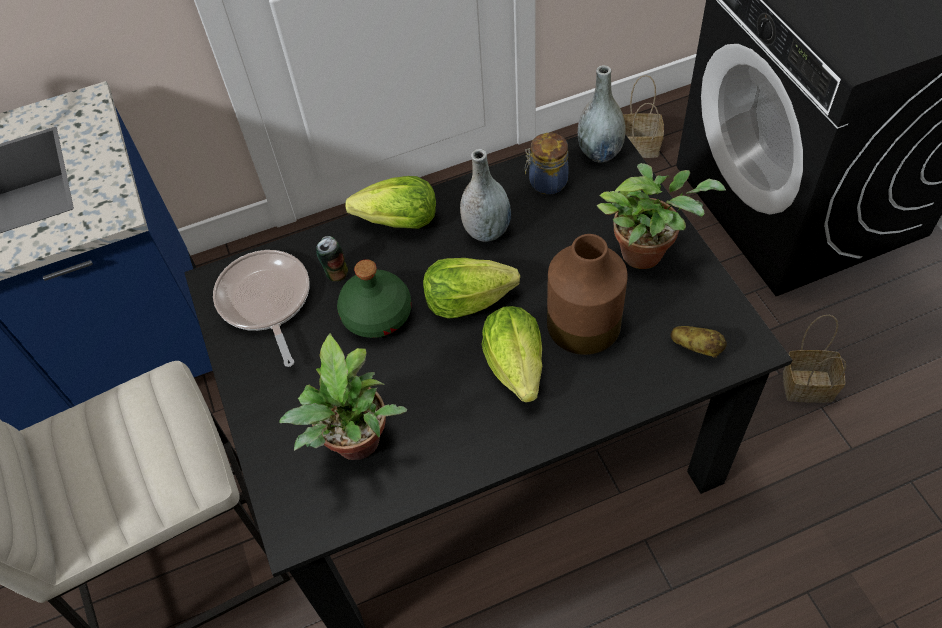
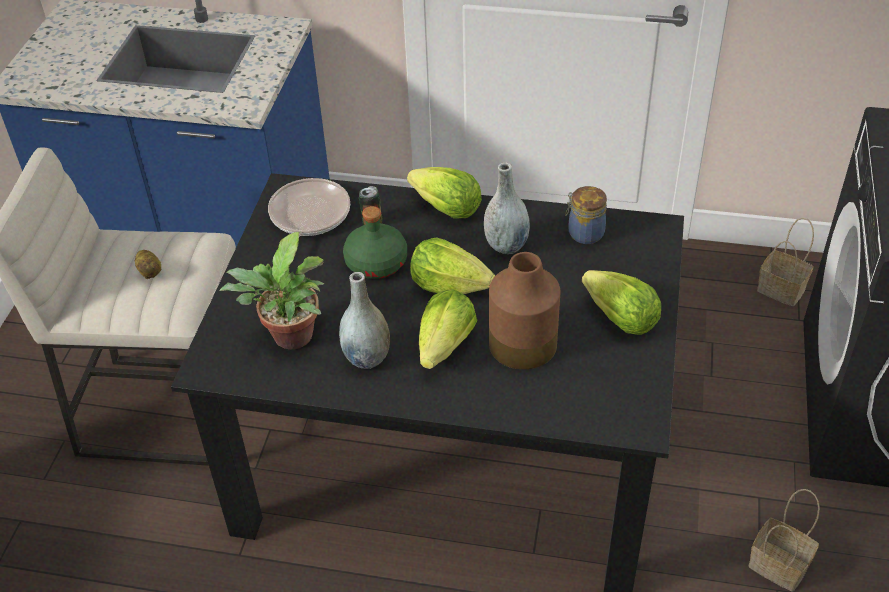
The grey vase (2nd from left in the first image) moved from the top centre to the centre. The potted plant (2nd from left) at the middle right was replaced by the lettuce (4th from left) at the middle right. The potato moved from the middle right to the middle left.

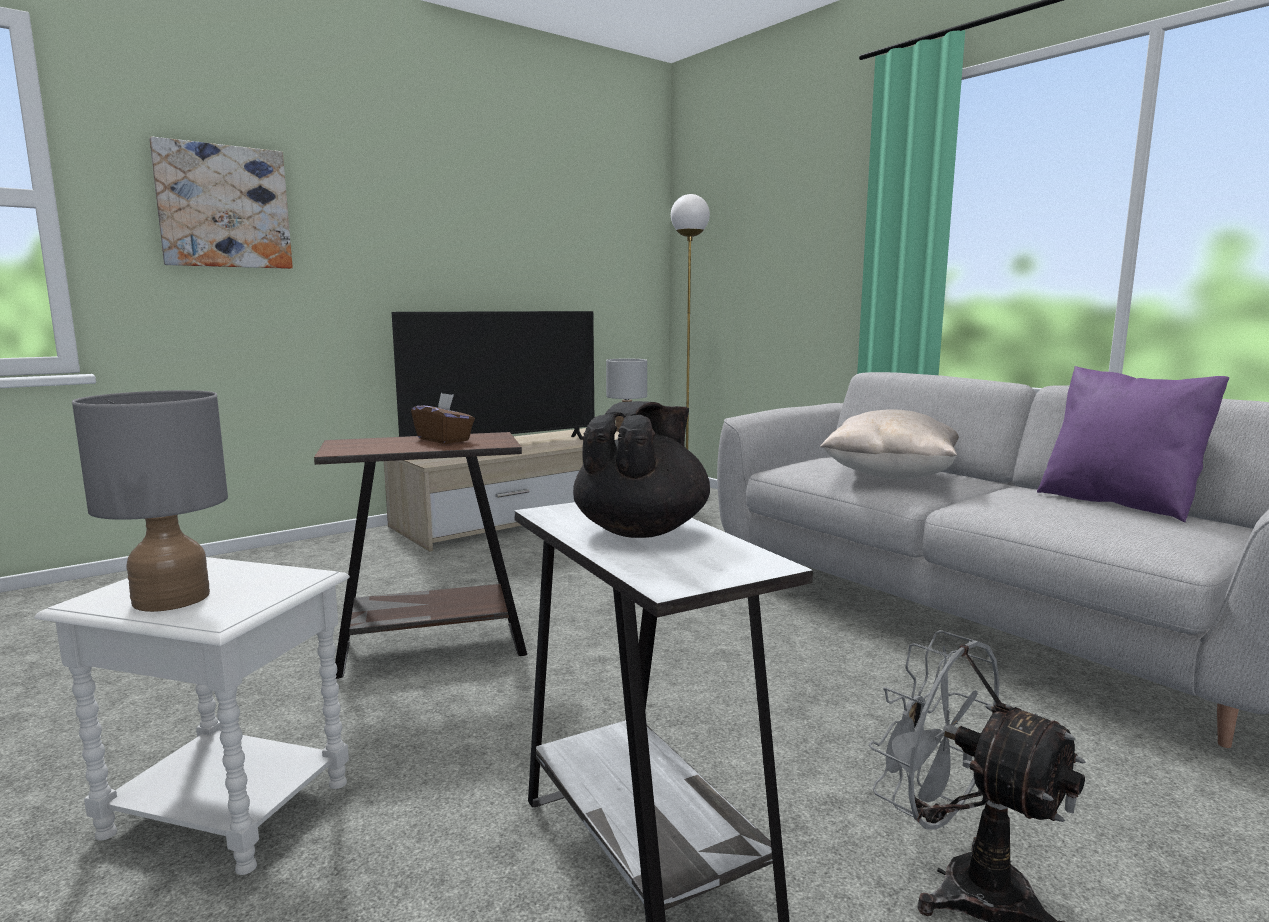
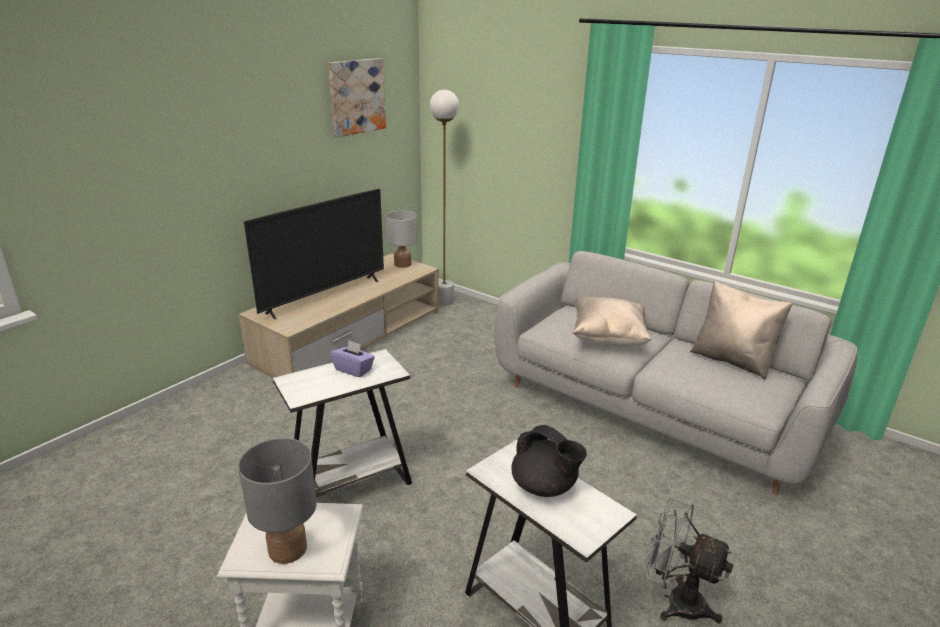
The picture moved from the top left to the top centre. The purple pillow at the middle right became the beige pillow (2nd from left) at the middle right. The brown tissue box at the centre became the purple tissue box at the centre. The black teapot at the centre turned 120 degrees clockwise. The brown side table at the middle left became the white side table (2nd from left) at the bottom centre.

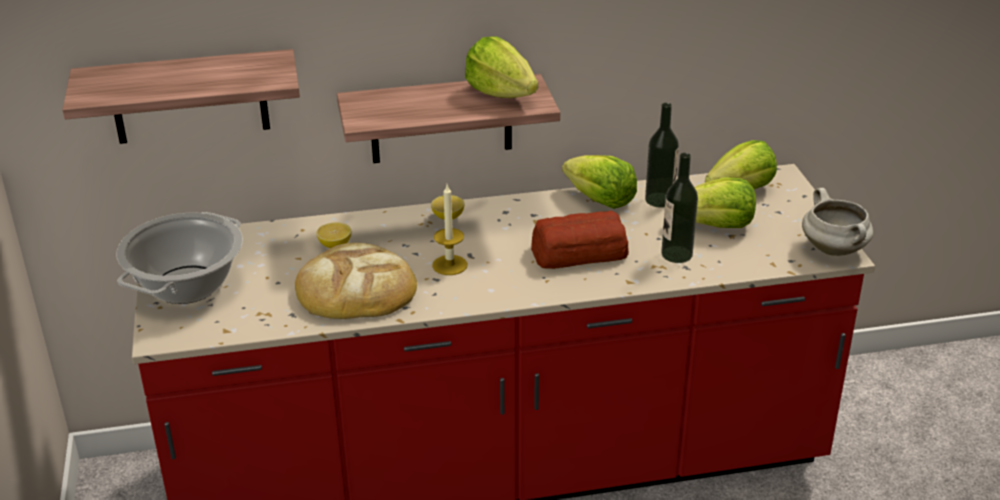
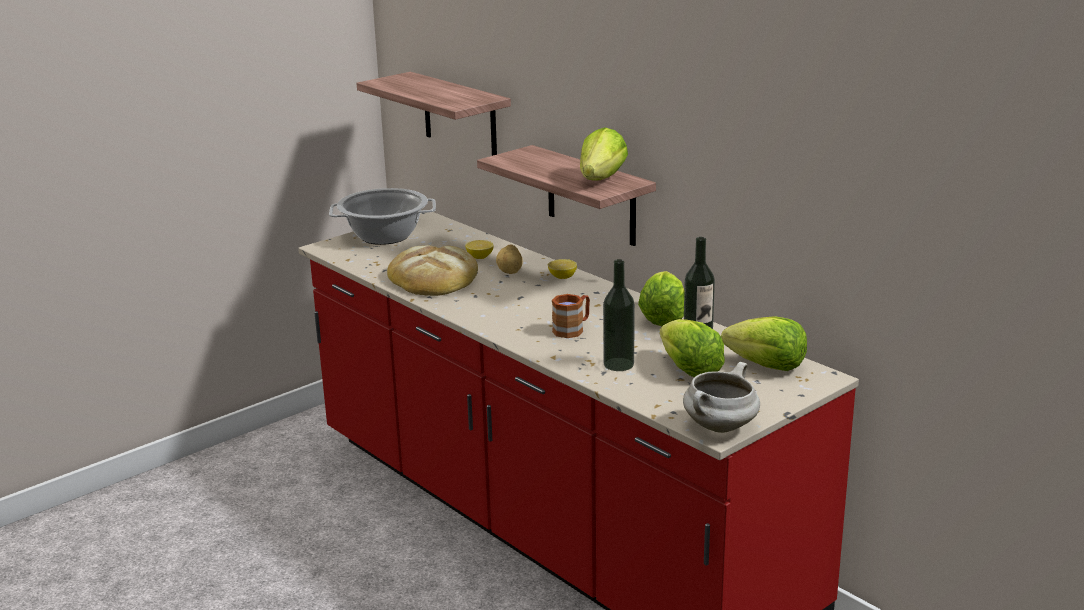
The candle at the centre disappeared. The bread (2nd from left) at the centre was replaced by the brown mug at the centre. The potato at the centre appeared.

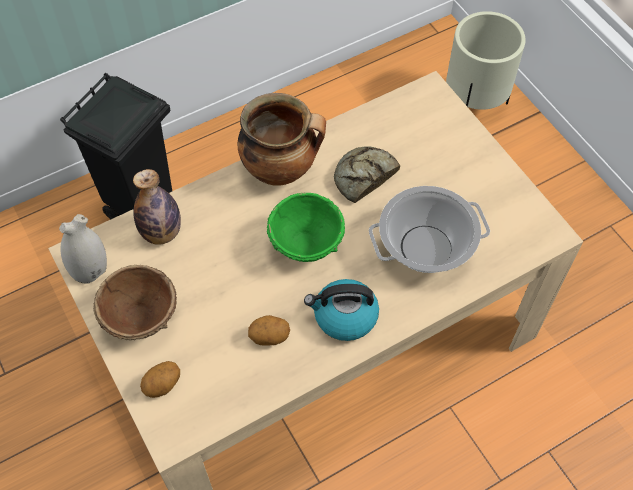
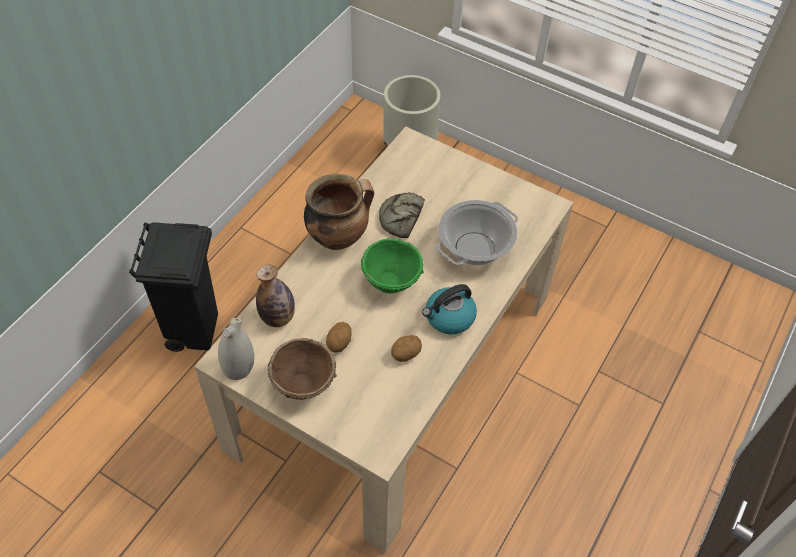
The potato (1st from left) moved from the bottom left to the centre.

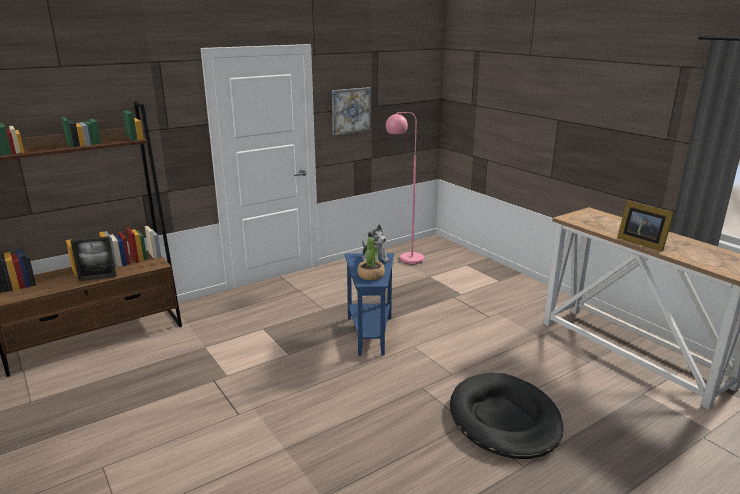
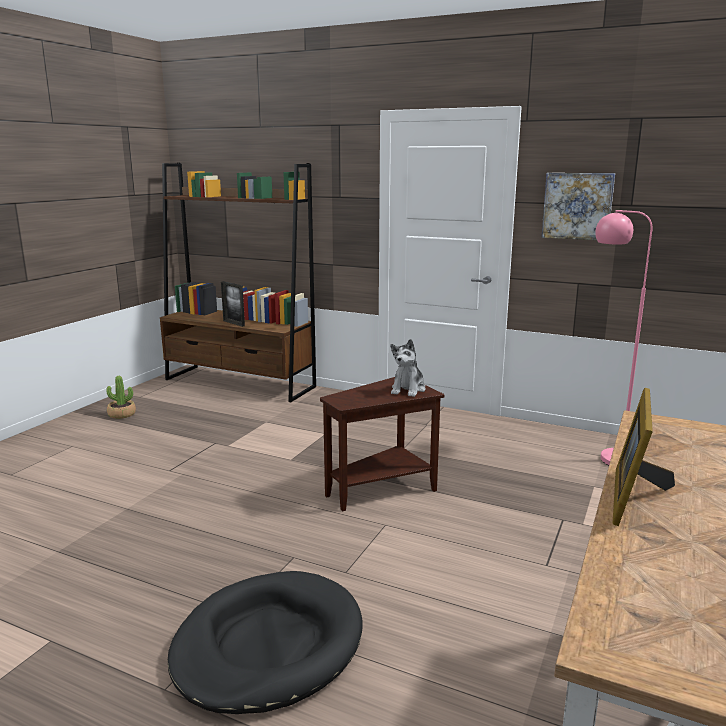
The potted plant moved from the centre to the middle left. The blue side table at the centre became the brown side table at the centre.

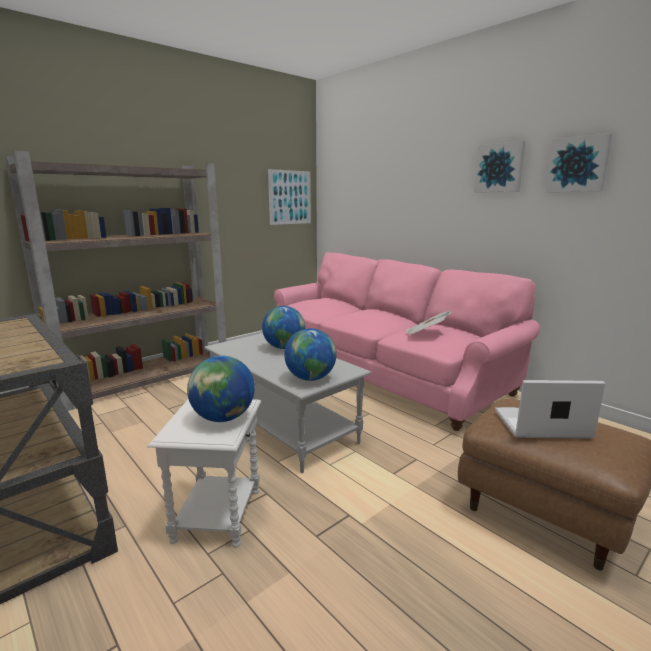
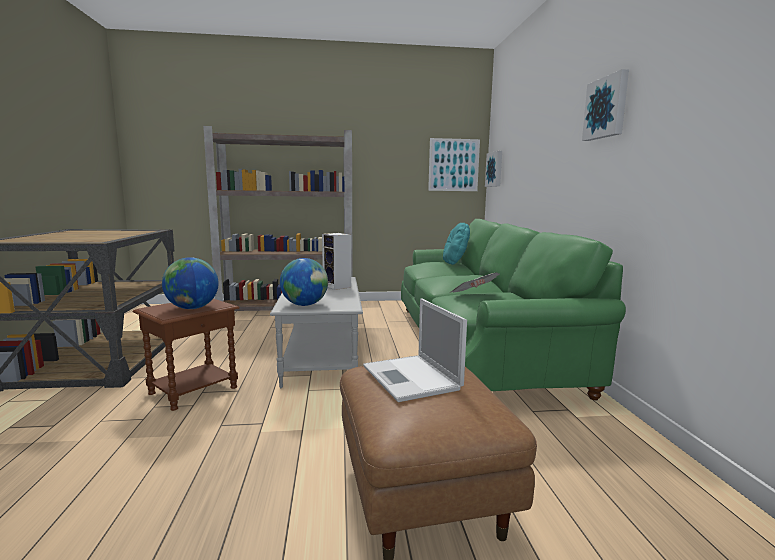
The picture (3rd from left in the first image) moved from the top right to the top centre. The pink sofa at the centre became the green sofa at the centre. The globe (2nd from left) at the centre was replaced by the speaker at the centre. The laptop at the middle right turned 150 degrees counterclockwise. The white side table at the bottom left became the brown side table at the middle left. The turquoise pillow at the centre appeared.

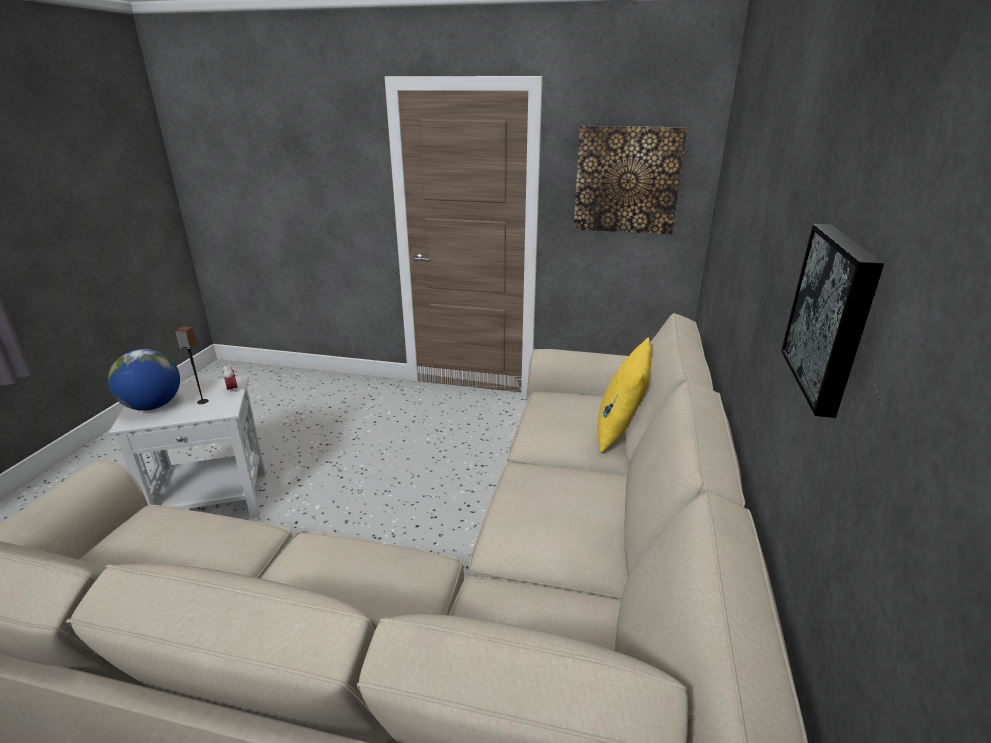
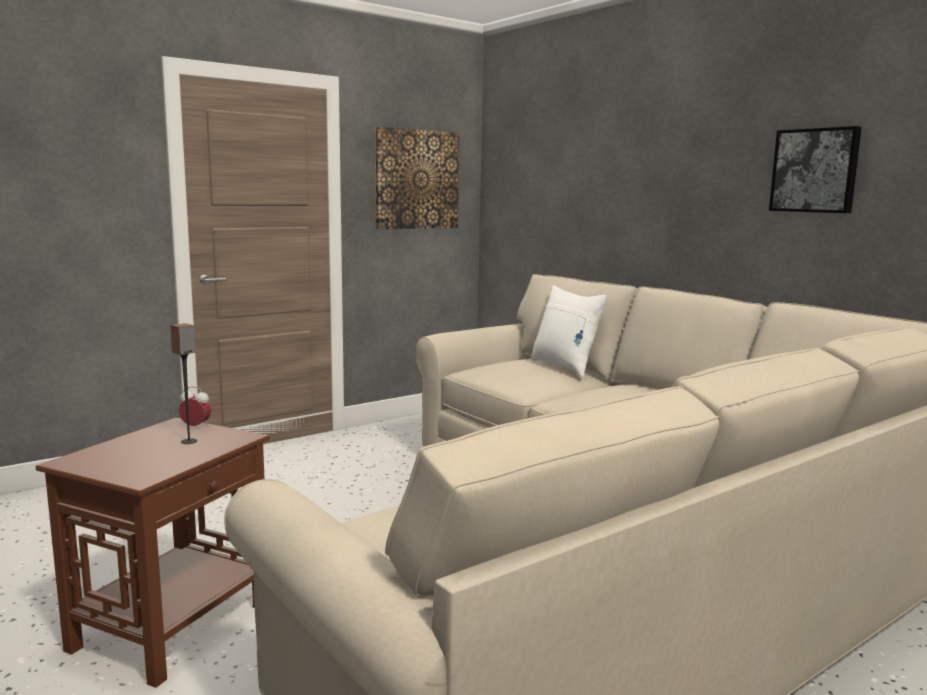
The yellow pillow at the centre became the white pillow at the centre. The globe at the middle left disappeared. The white side table at the middle left became the brown side table at the bottom left.

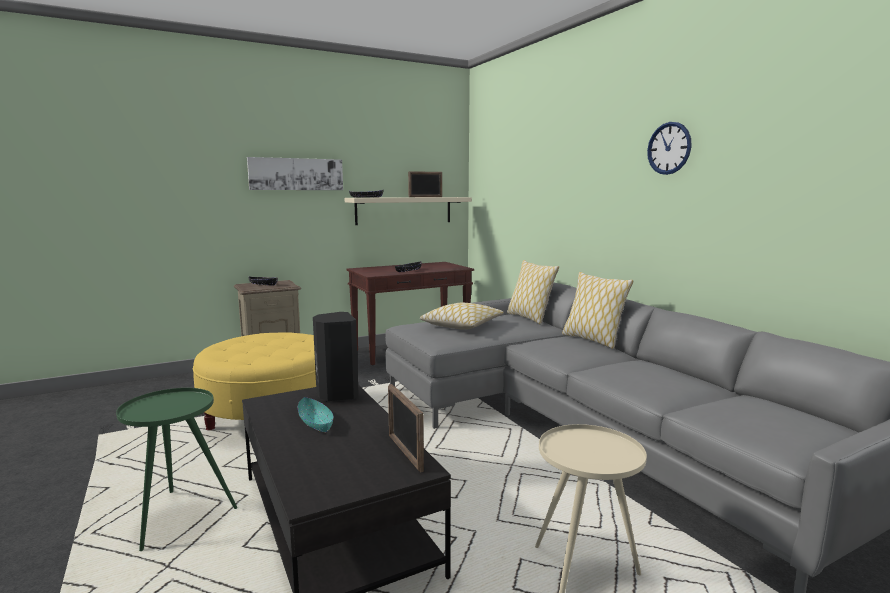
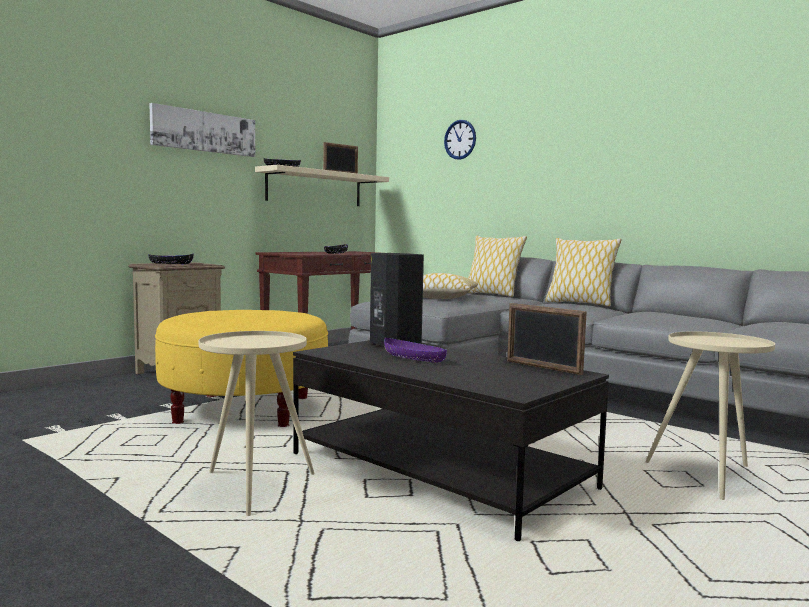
The wall clock moved from the top right to the top centre. The green side table at the bottom left became the beige side table (1st from left) at the bottom left. The turquoise bowl at the bottom centre became the purple bowl at the centre.

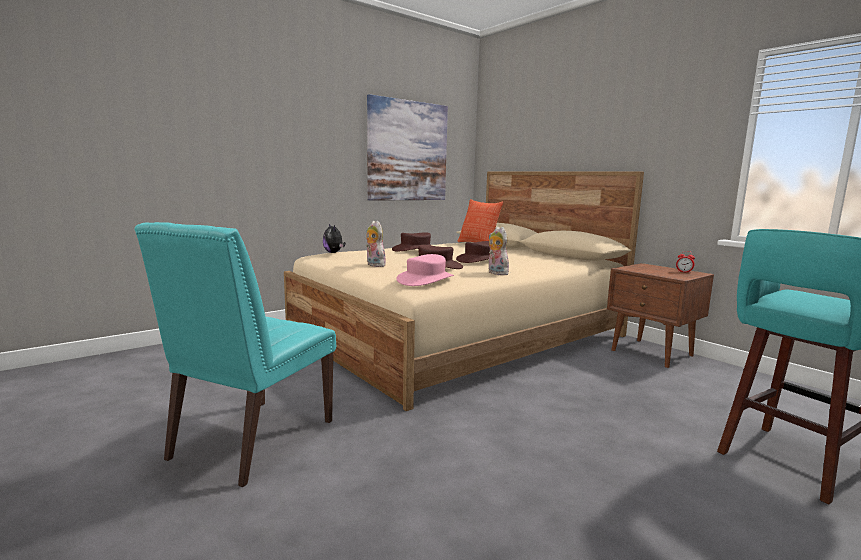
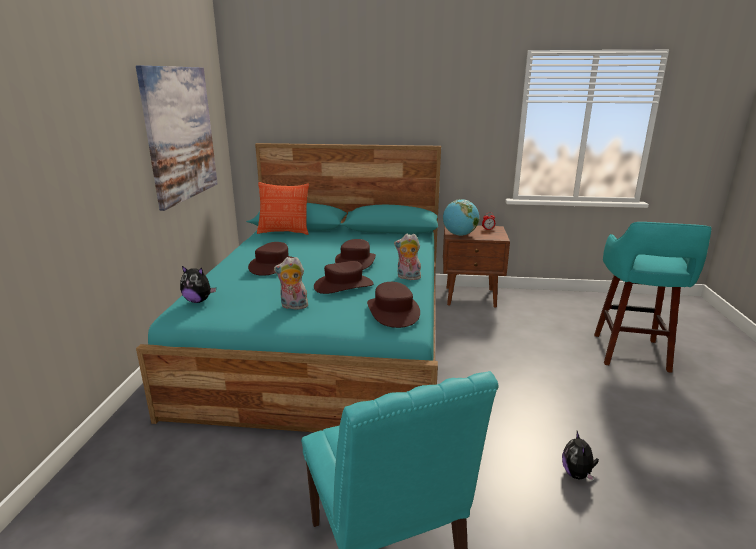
The beige bed at the centre became the turquoise bed at the centre. The pink hat at the centre became the brown hat (4th from left) at the centre. The globe at the centre appeared. The plush toy (4th from left) at the bottom right appeared.

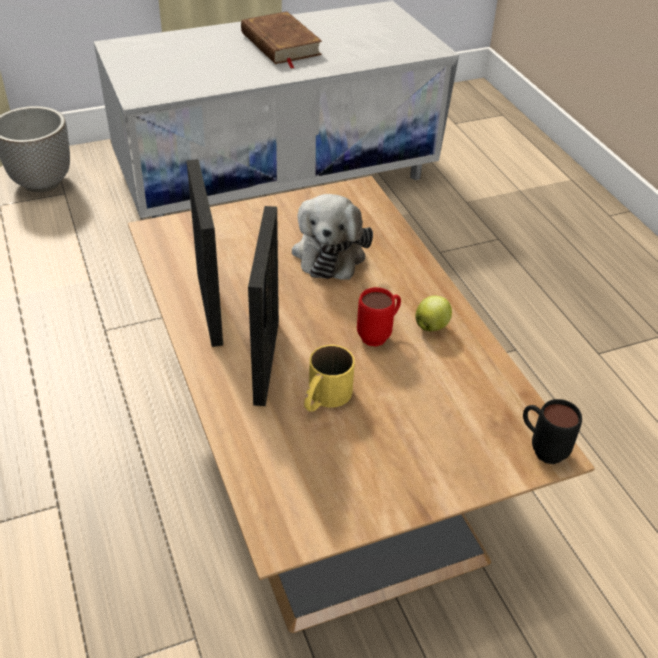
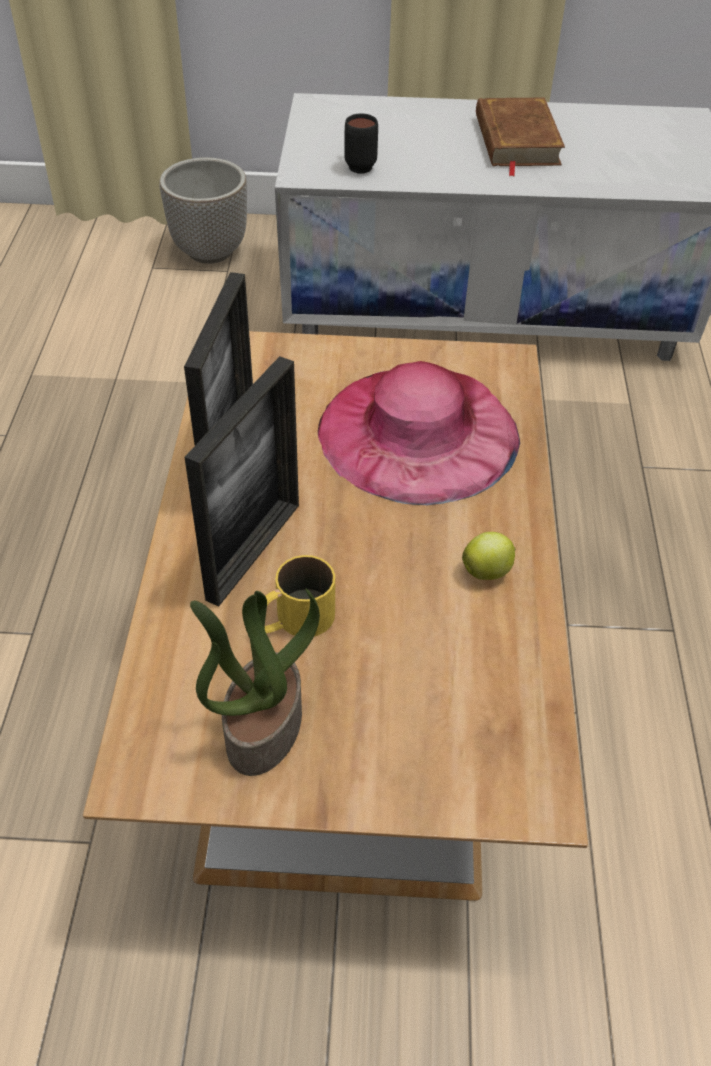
The plush toy at the centre was replaced by the pink hat at the centre. The red mug at the centre disappeared. The black mug moved from the middle right to the top centre. The potted plant at the centre appeared.

